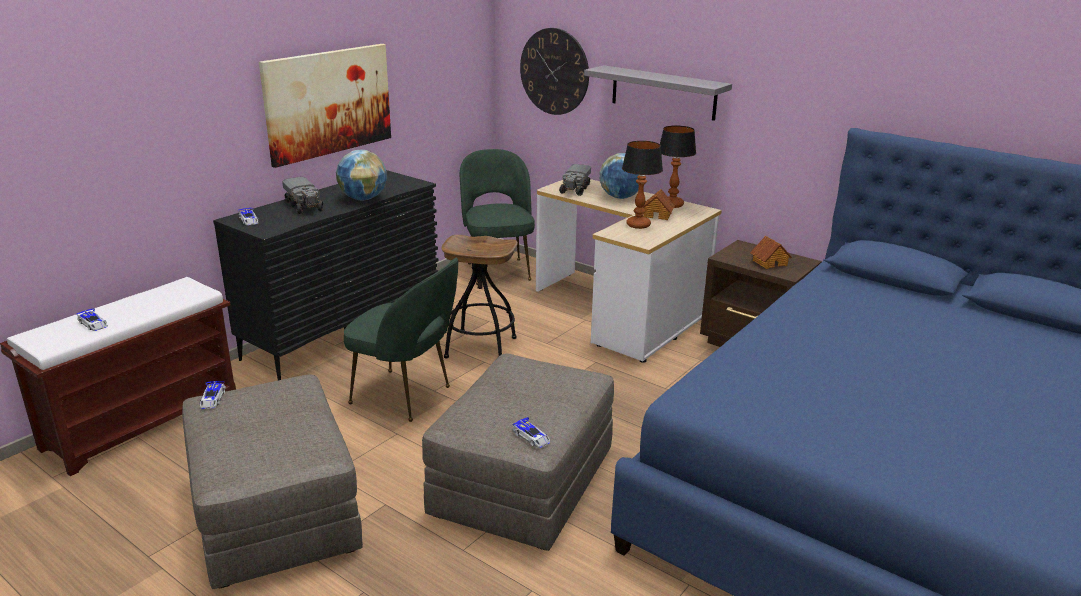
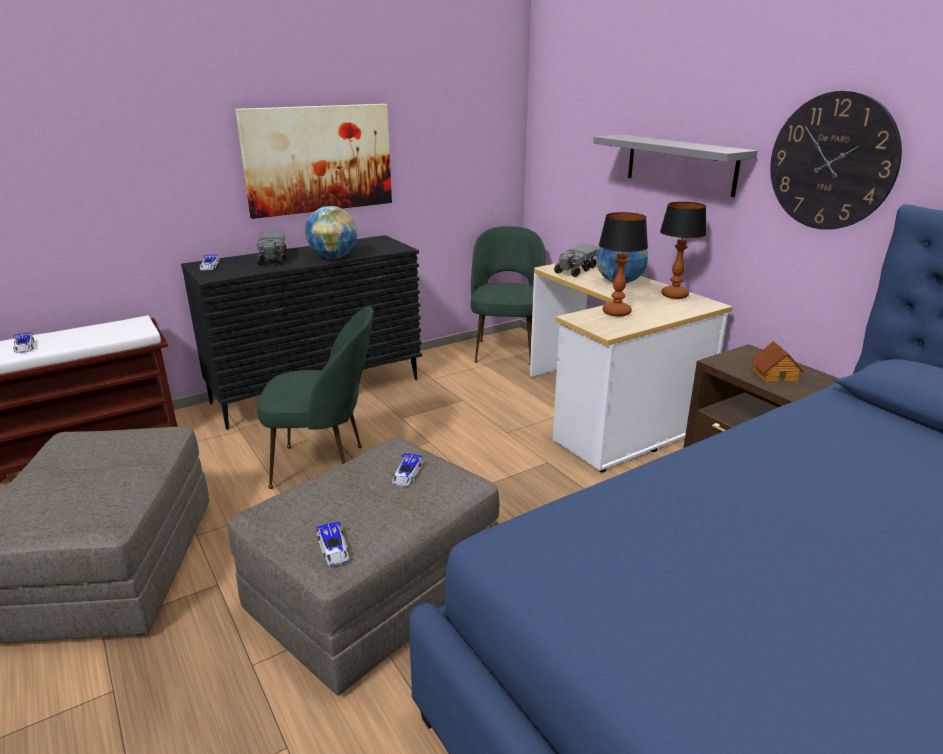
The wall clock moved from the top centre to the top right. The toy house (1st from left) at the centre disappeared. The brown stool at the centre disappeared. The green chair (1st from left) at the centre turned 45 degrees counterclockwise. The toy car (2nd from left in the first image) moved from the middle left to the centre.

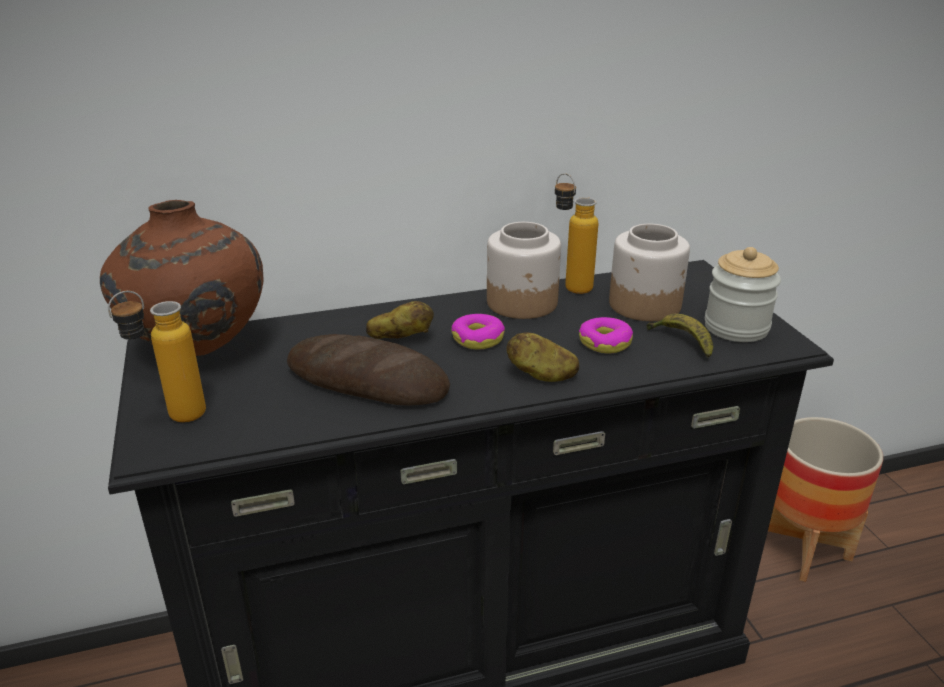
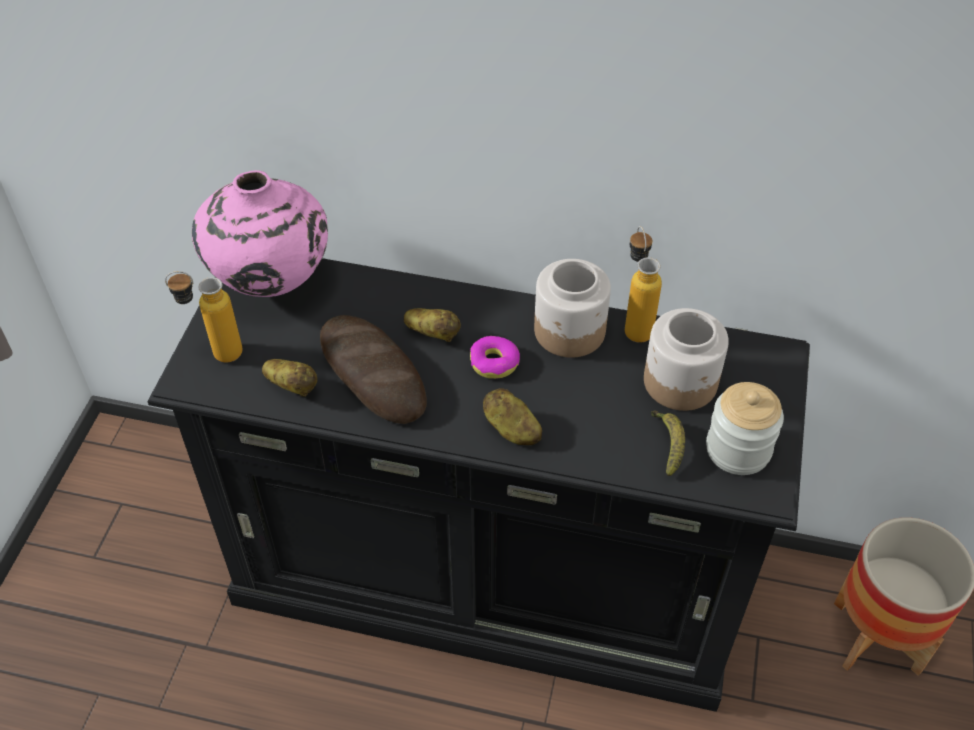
The brown vase at the middle left became the pink vase at the top left. The donut (2nd from left) at the centre disappeared. The potato (1st from left) at the middle left appeared.

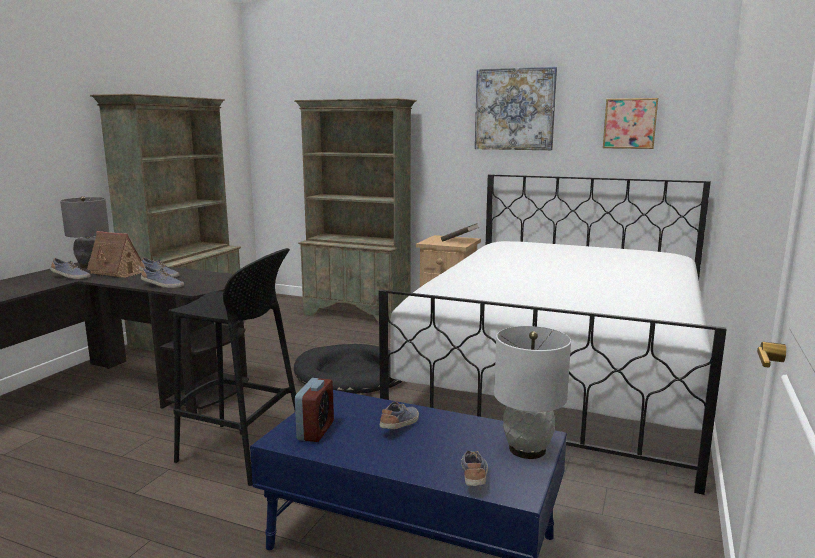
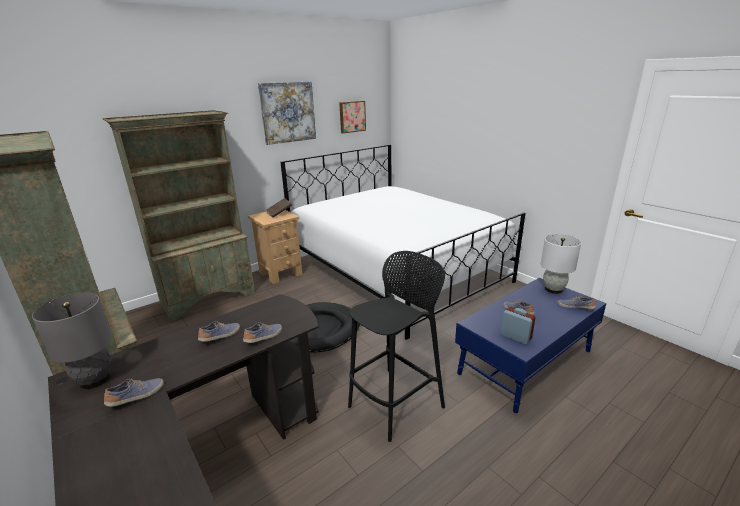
The toy house at the middle left disappeared.

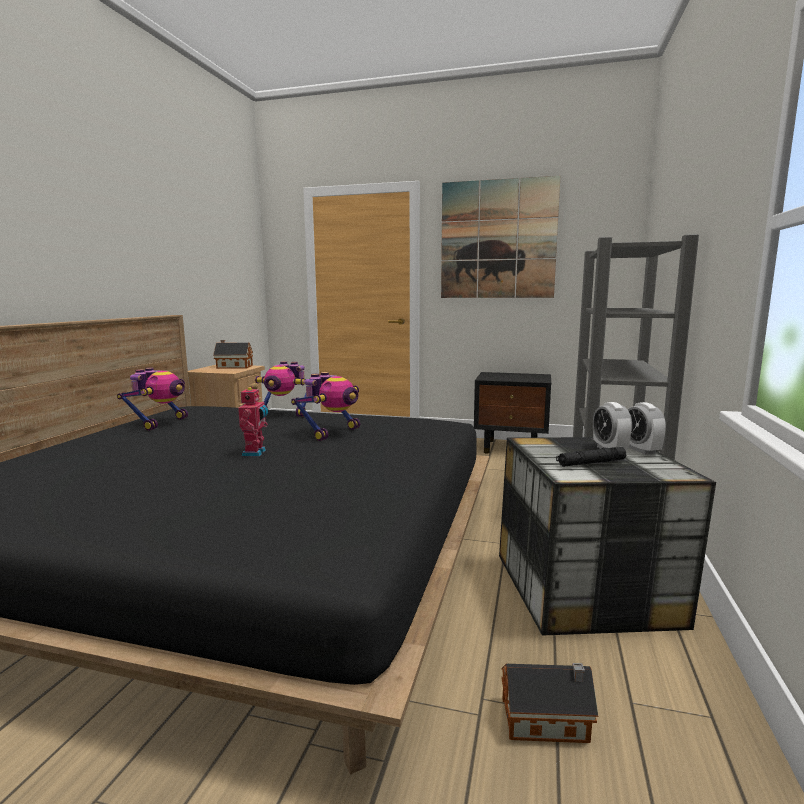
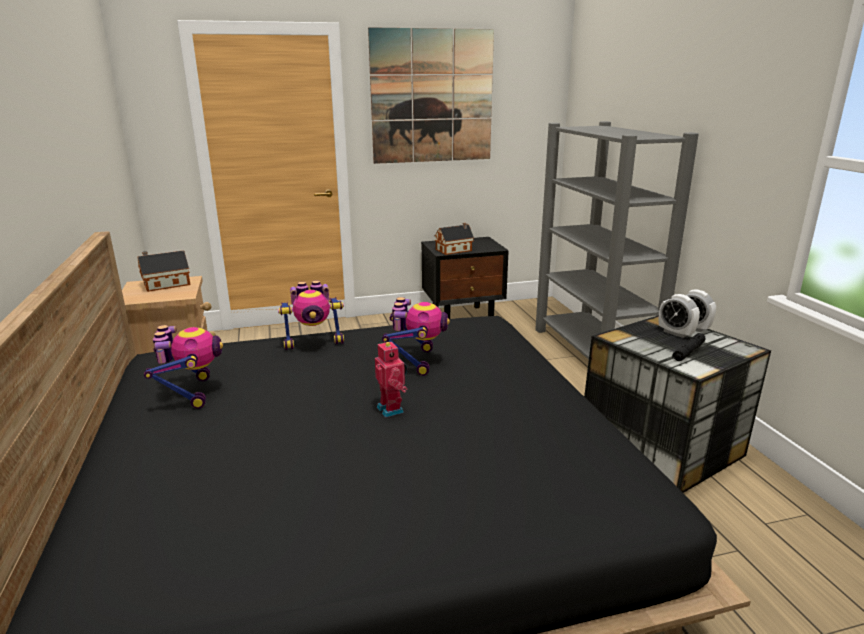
The toy house (2nd from left) moved from the bottom right to the centre.

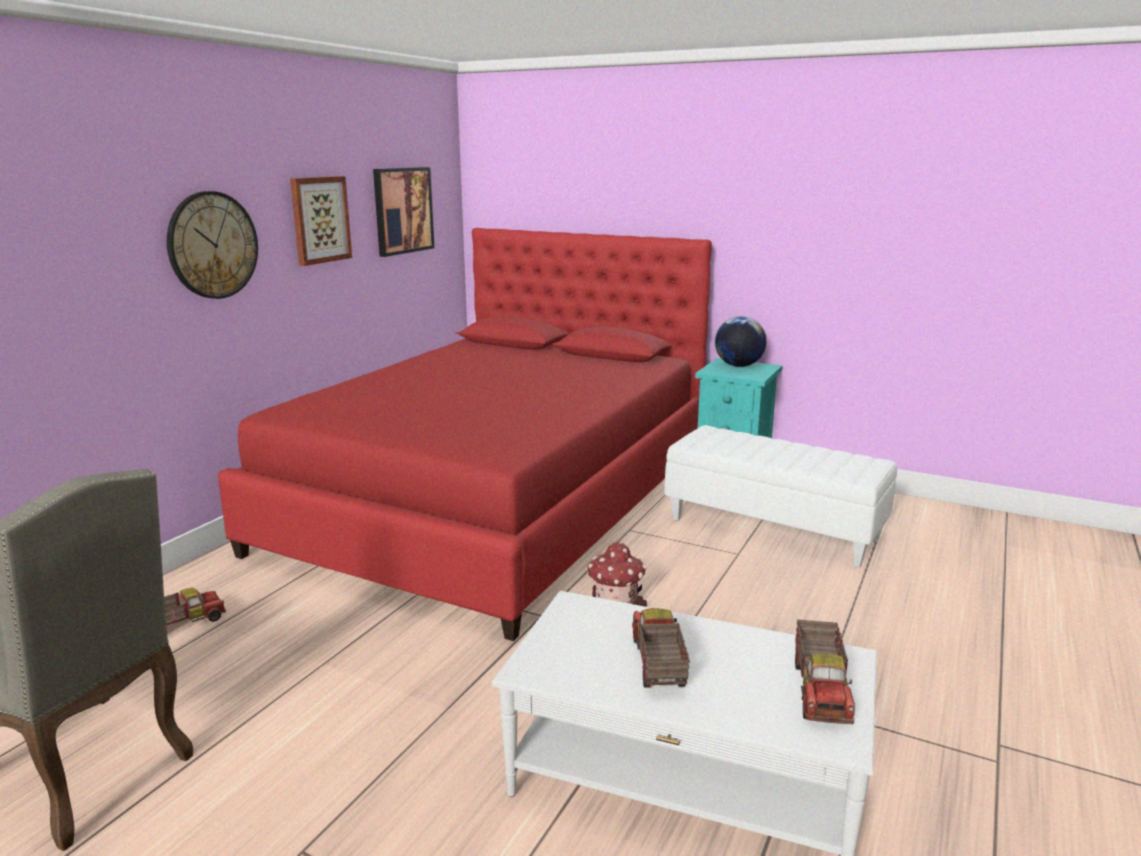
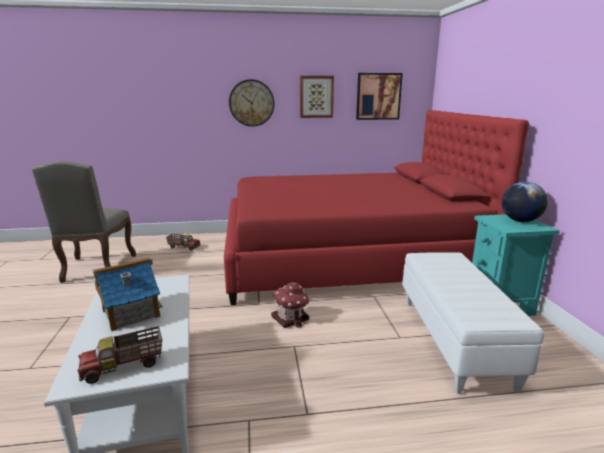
The toy truck (2nd from left) at the bottom centre was replaced by the toy house (1st from left) at the middle left.

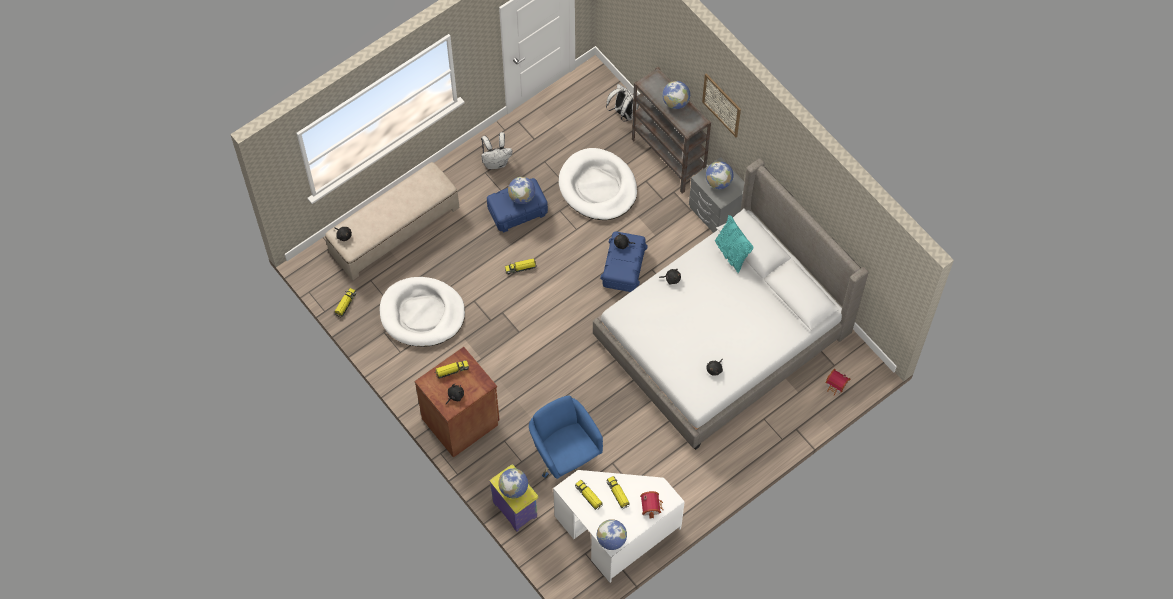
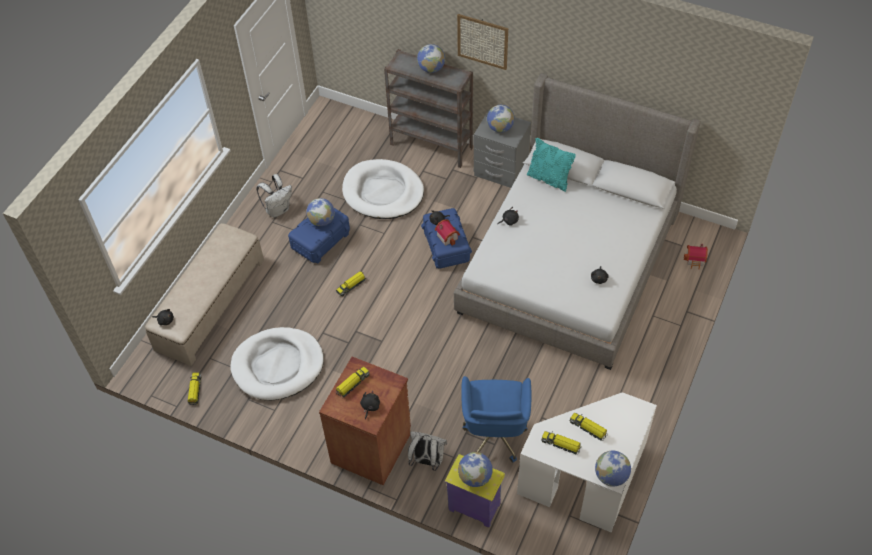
The white backpack (2nd from left) moved from the top centre to the bottom centre. The blue office chair at the bottom centre turned 120 degrees counterclockwise. The toy house (1st from left) moved from the bottom centre to the centre.

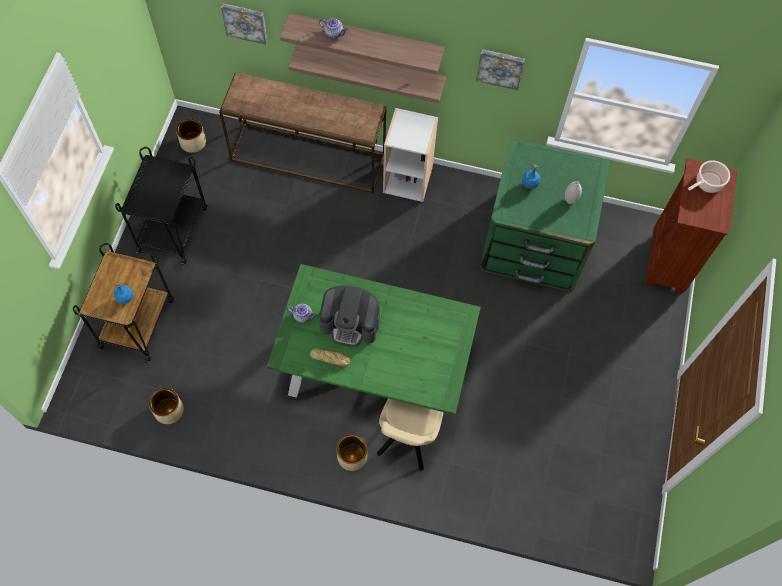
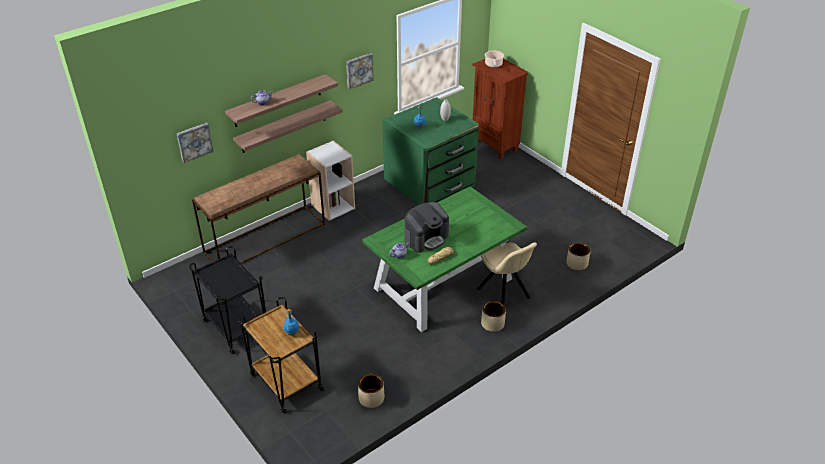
The beige planter (2nd from left in the first image) moved from the top left to the middle right.

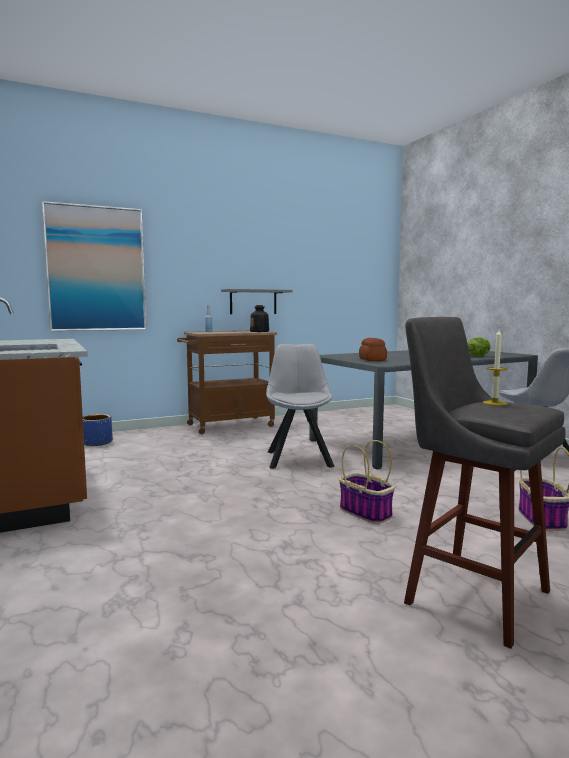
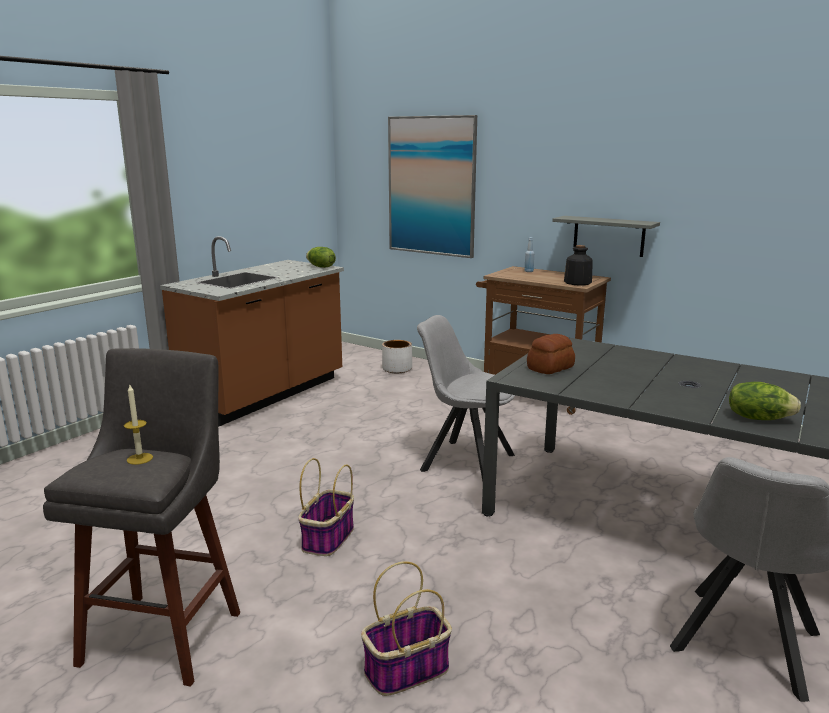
The grey chair (1st from left) at the centre turned 120 degrees counterclockwise. The blue planter at the middle left became the white planter at the centre. The lettuce (1st from left) at the centre appeared.

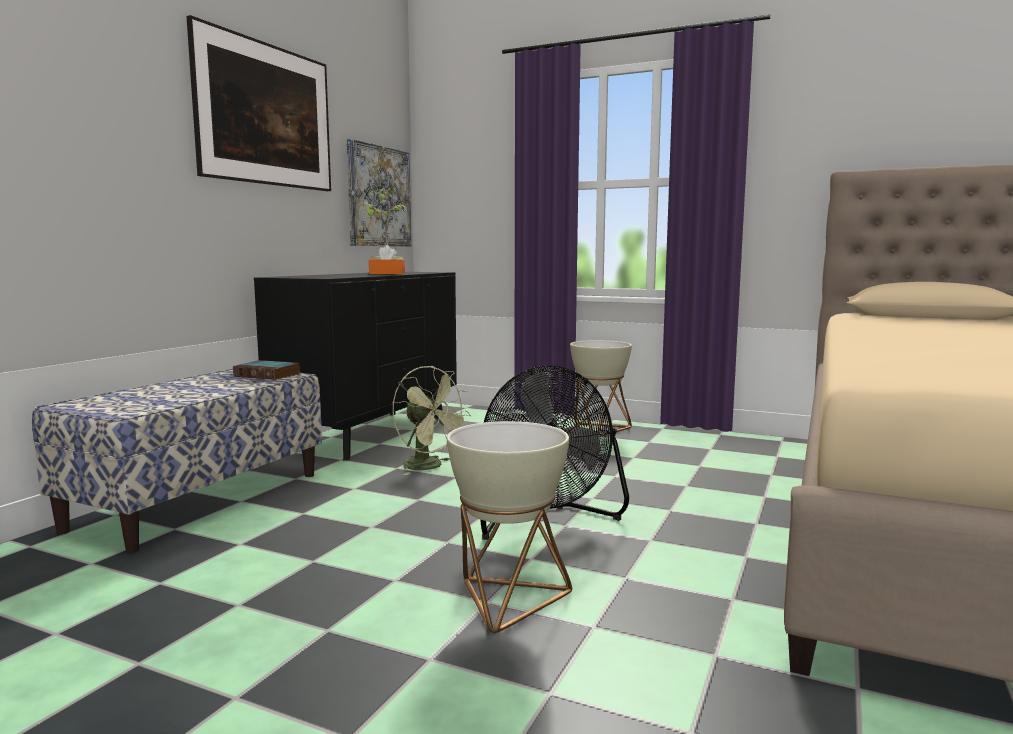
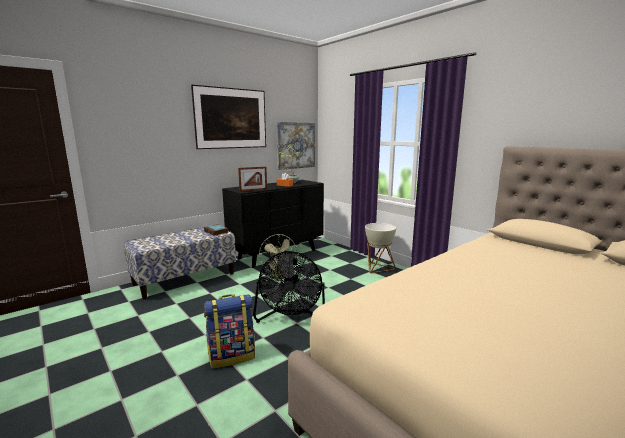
The planter (1st from left) at the bottom centre was replaced by the backpack at the bottom centre. The picture frame at the centre appeared.

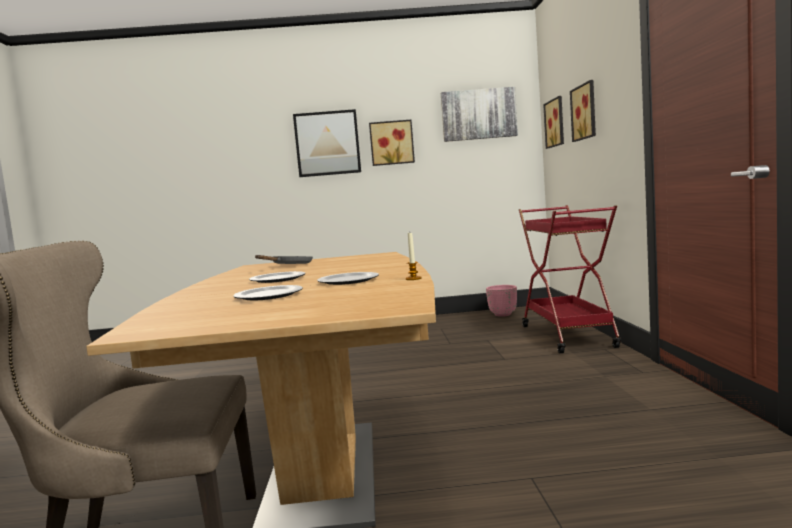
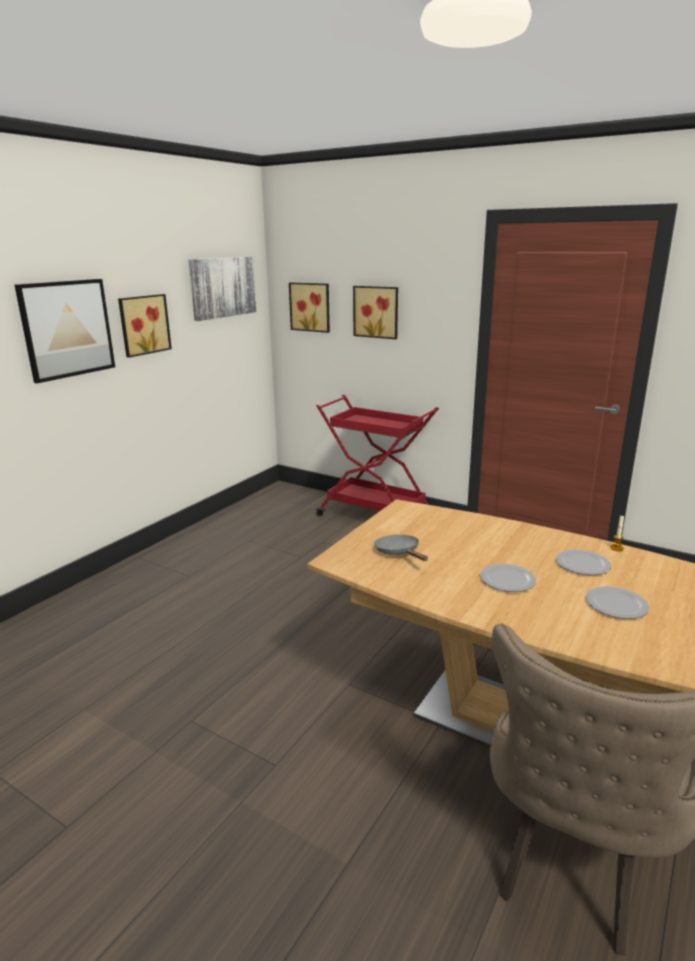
The pink planter at the centre disappeared.

